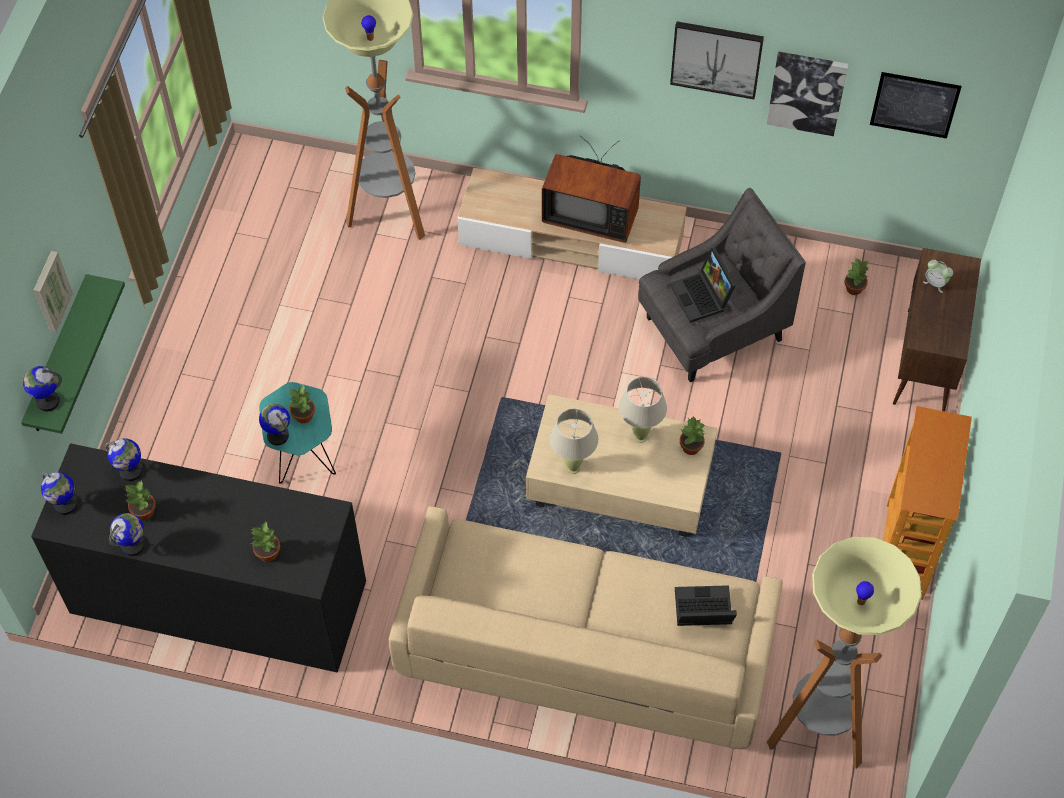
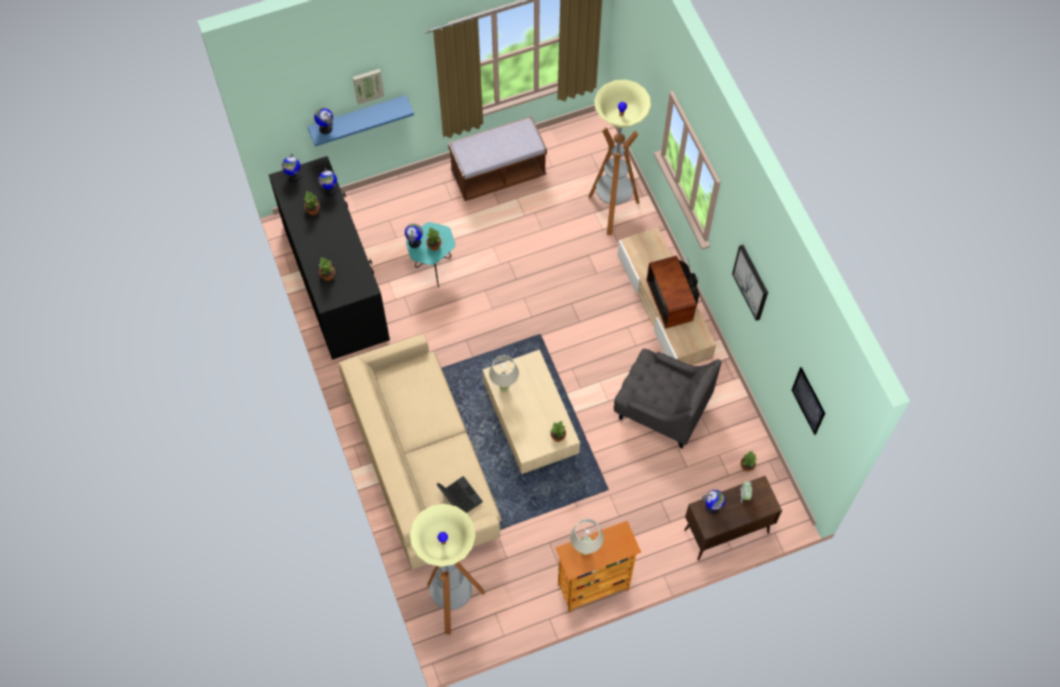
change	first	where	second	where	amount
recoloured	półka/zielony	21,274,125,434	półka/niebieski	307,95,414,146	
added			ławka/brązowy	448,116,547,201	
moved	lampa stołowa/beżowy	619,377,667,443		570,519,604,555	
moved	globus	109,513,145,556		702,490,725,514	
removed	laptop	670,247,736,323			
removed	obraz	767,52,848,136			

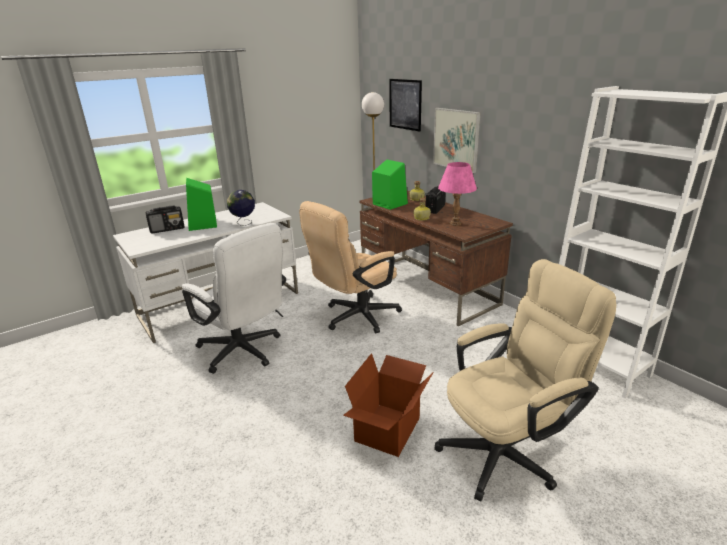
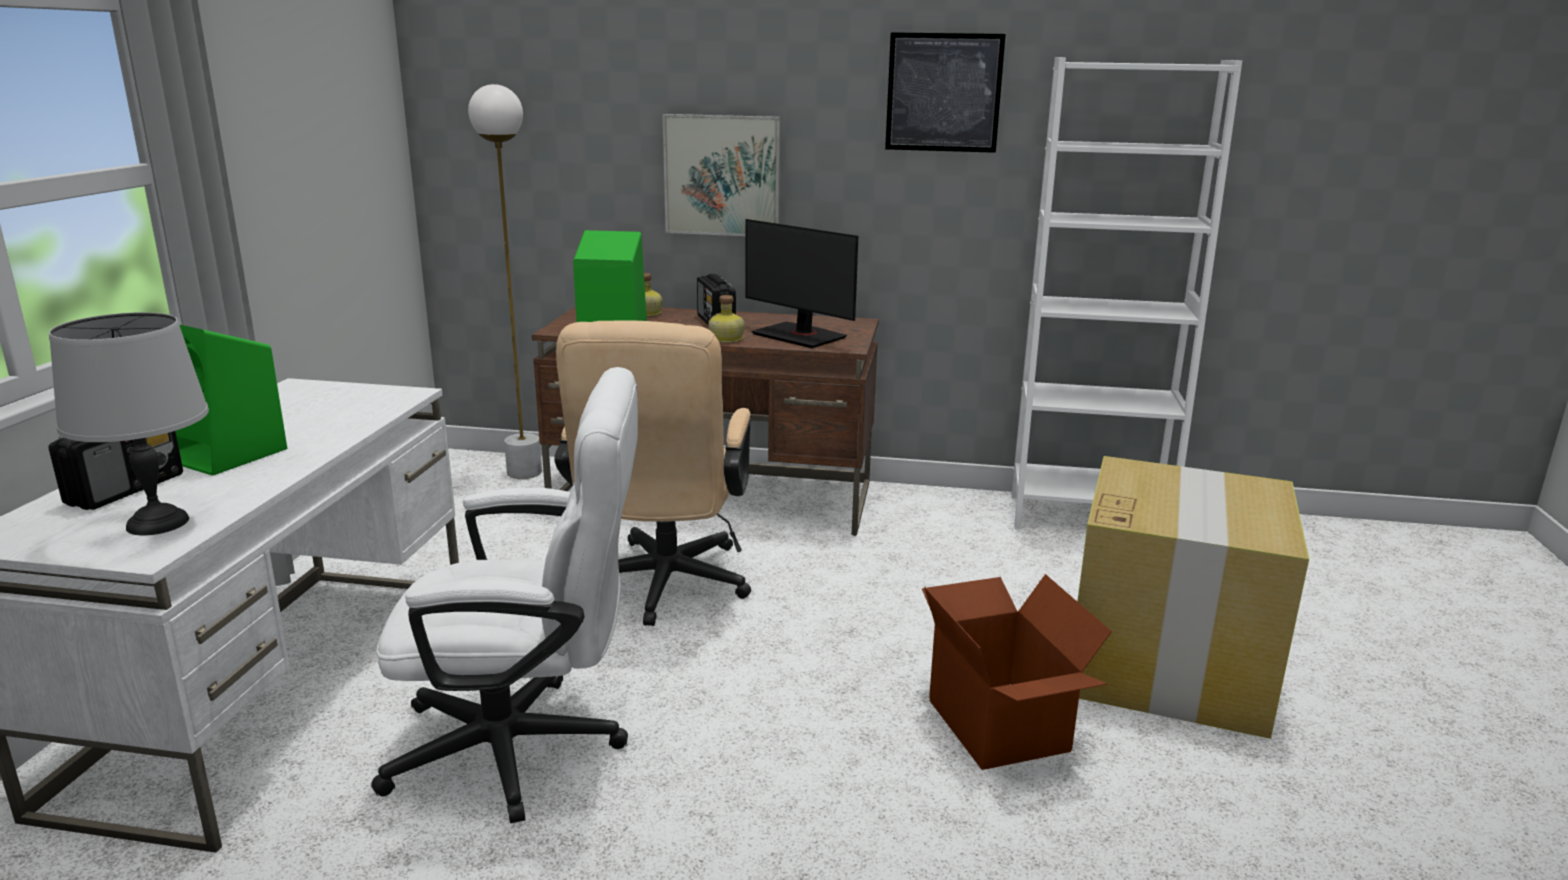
change	first	where	second	where	amount
added			lampa stołowa/szary	49,312,209,535	
replaced	lampa stołowa/różowy	438,162,477,226	monitor	745,219,858,348	
moved	obraz	389,79,422,132		885,32,1006,153	
replaced	krzesło biurowe/beżowy	434,259,616,501	karton	1077,456,1309,739	
removed	globus	227,190,255,226			

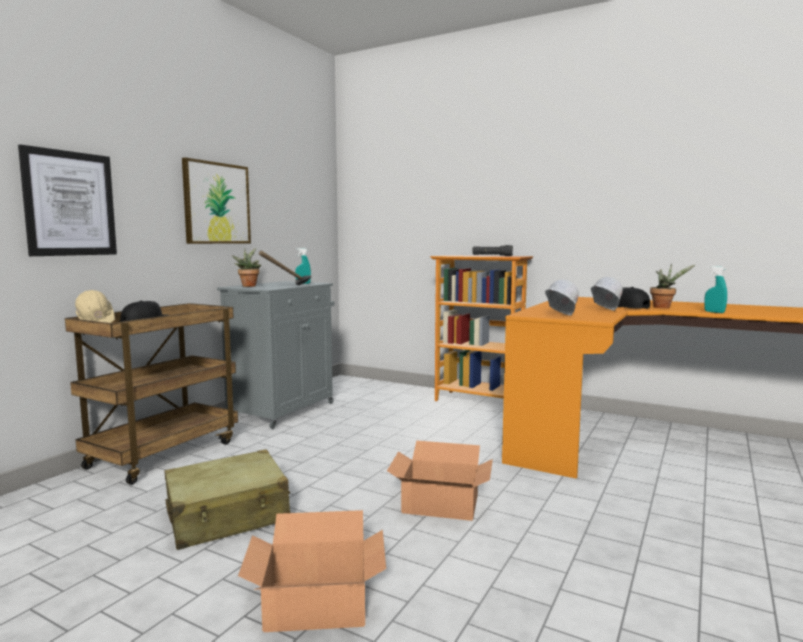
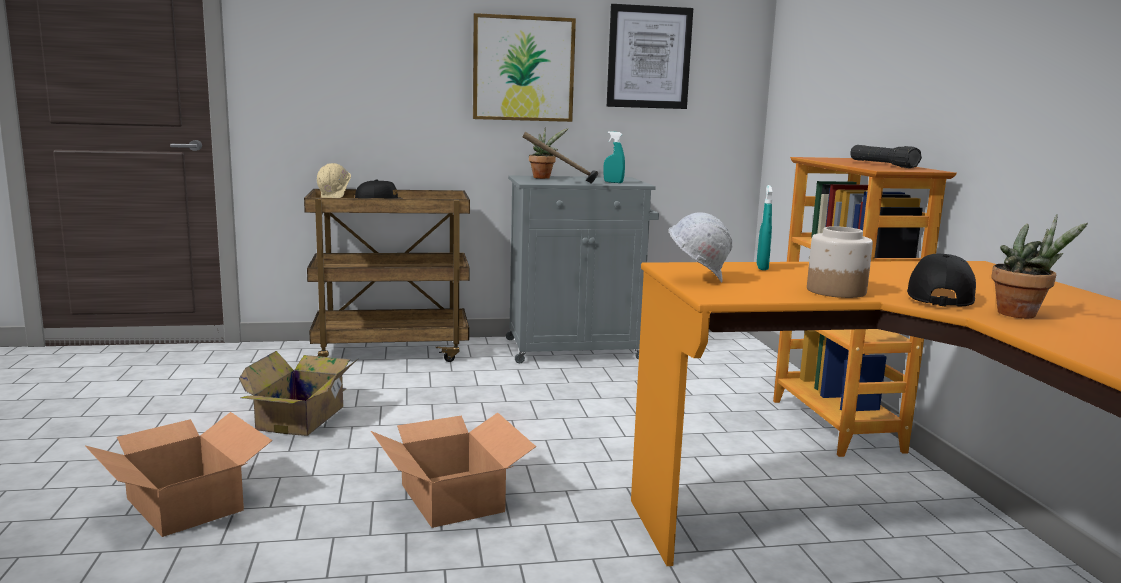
change	first	where	second	where	amount
replaced	walizka/beżowy	164,449,290,550	karton	239,351,359,436	
moved	obraz	18,144,117,256		607,4,693,109	
moved	spryskiwacz/turkusowy	704,266,727,313		757,185,773,270	
replaced	kask/biały	591,277,623,311	słoik	807,226,873,298	

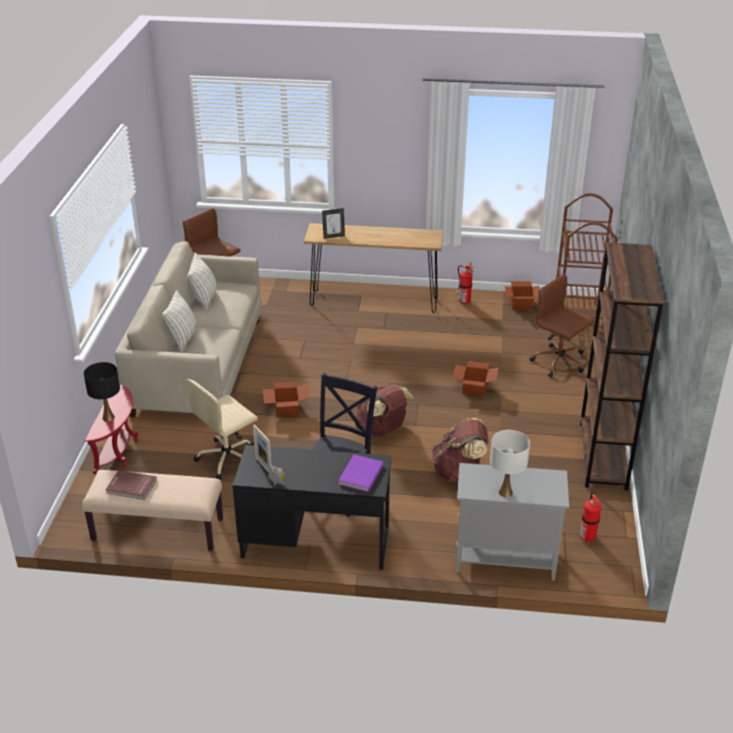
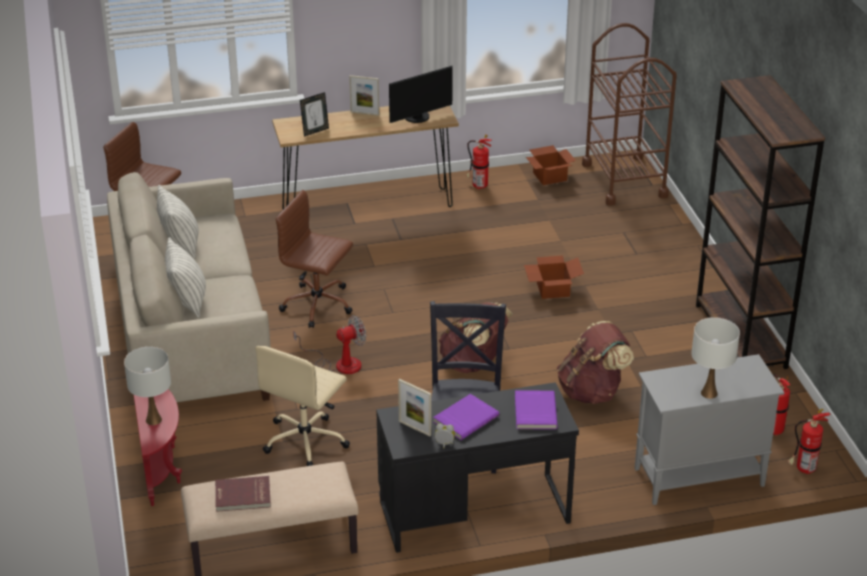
change	first	where	second	where	amount
recoloured	lampa stołowa/czarny	84,362,120,421	lampa stołowa/biały	124,347,171,425	
moved	krzesło biurowe/brązowy	530,274,594,377		276,190,353,328	
replaced	karton	263,381,309,417	wentylator	293,315,366,374	
added			ramka na zdjęcie	349,75,379,116	
added			monitor	389,66,453,123	
added			książka/fioletowy	433,394,499,440	
added			gaśnica	788,409,830,474	

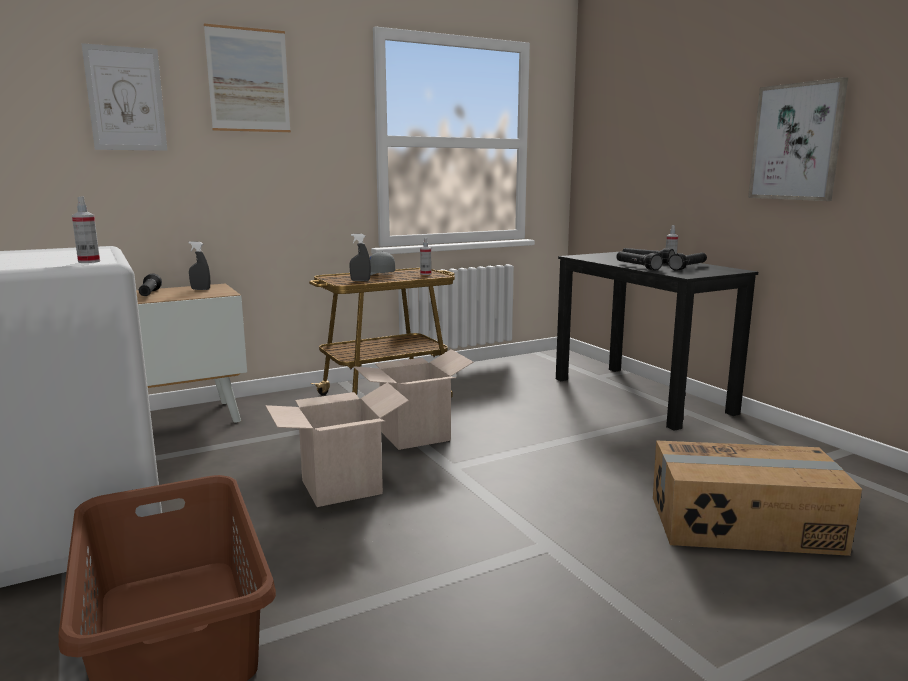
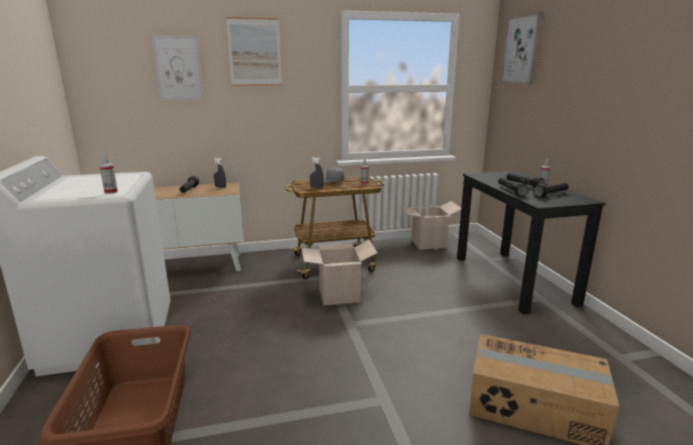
change	first	where	second	where	amount
moved	karton	265,382,409,507		401,201,461,250	
moved	obraz	748,77,848,201		501,12,543,85	

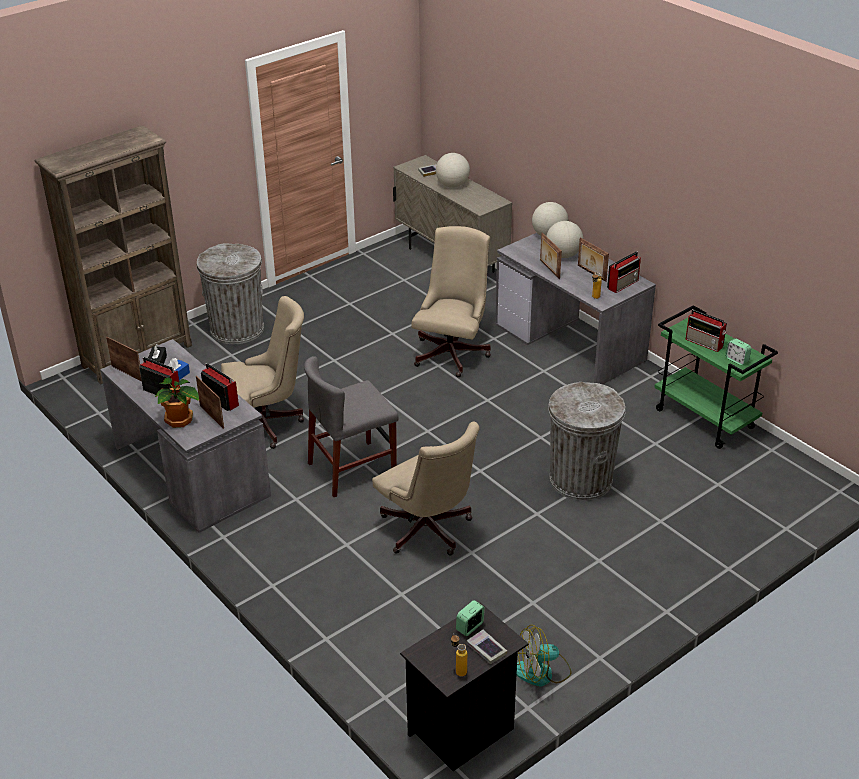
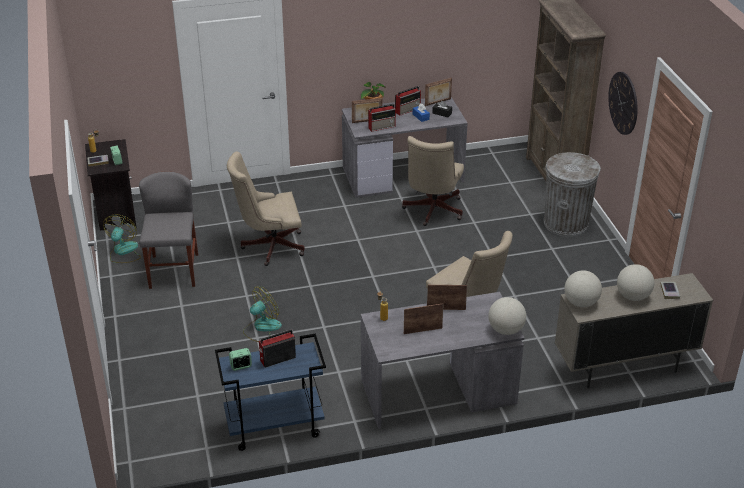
change	first	where	second	where	amount
moved	krzesło/szary	304,356,399,497		139,172,198,289	
recoloured	wózek/zielony	654,305,778,449	wózek/niebieski	215,334,326,451	
replaced	kosz na śmieci/szary	548,382,626,501	wentylator	243,286,282,342	
moved	globus	547,221,583,258		564,270,602,307	
added			zegar ścienny	608,72,638,135	
removed	radio	607,252,641,293			

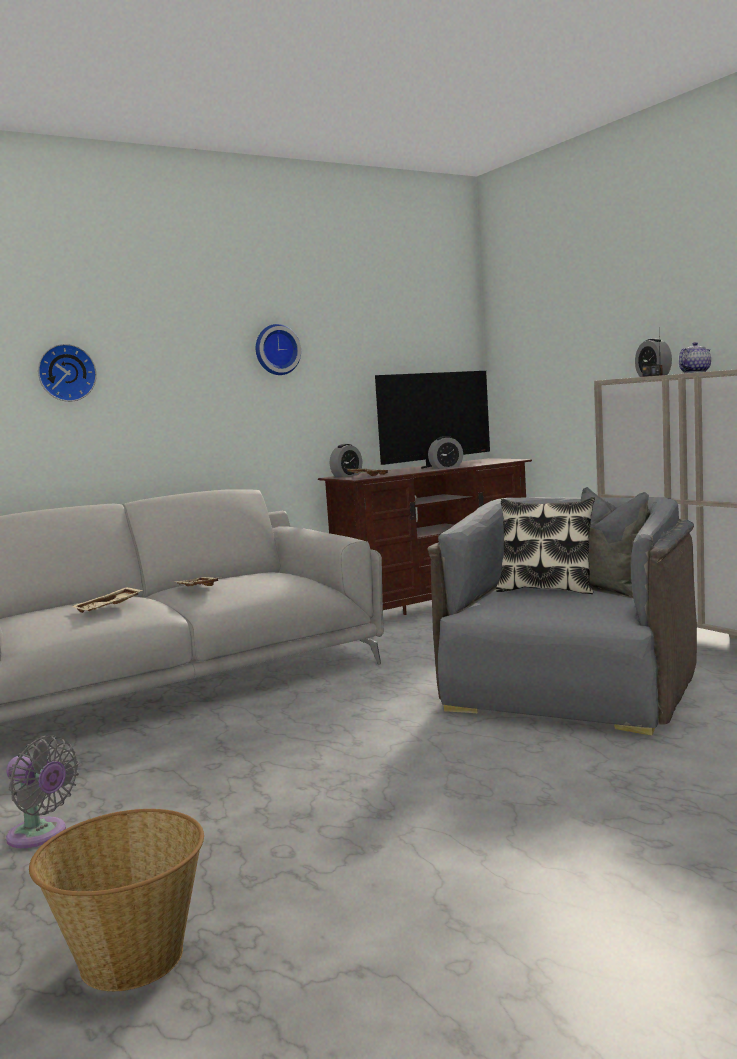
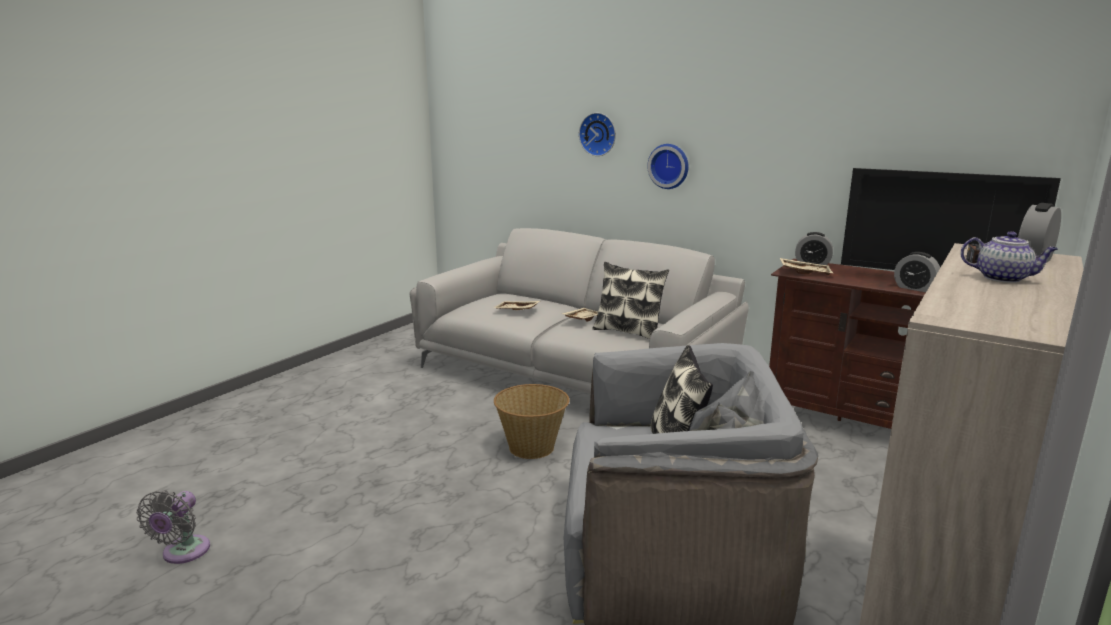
change	first	where	second	where	amount
moved	wentylator/szary	6,736,79,848		136,490,210,564	
moved	koszyk	29,809,204,991		494,384,570,459	
added			poduszka	592,262,669,339	
moved	zegar ścienny	256,324,301,375		647,144,689,189	

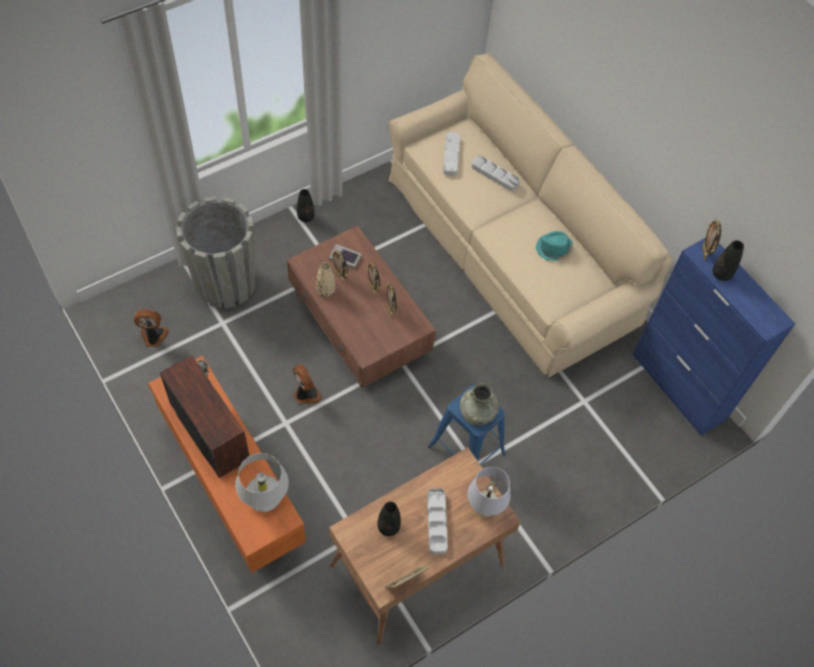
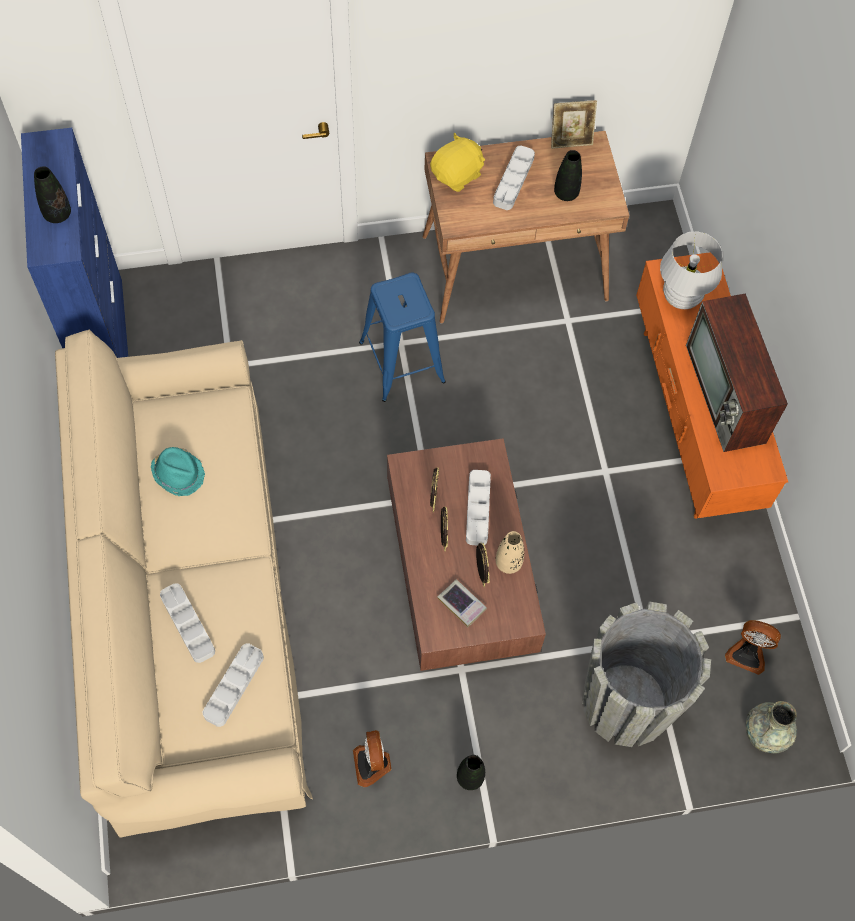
change	first	where	second	where	amount
moved	wentylator	293,364,322,404		353,730,391,787	
replaced	lampa stołowa/biały	467,467,510,517	pluszak/żółty	430,133,485,192	
added			taca/szary	466,470,491,545	
moved	wazon/szary	460,384,499,426		746,701,797,753	
removed	ramka na zdjęcie	702,219,721,261			

